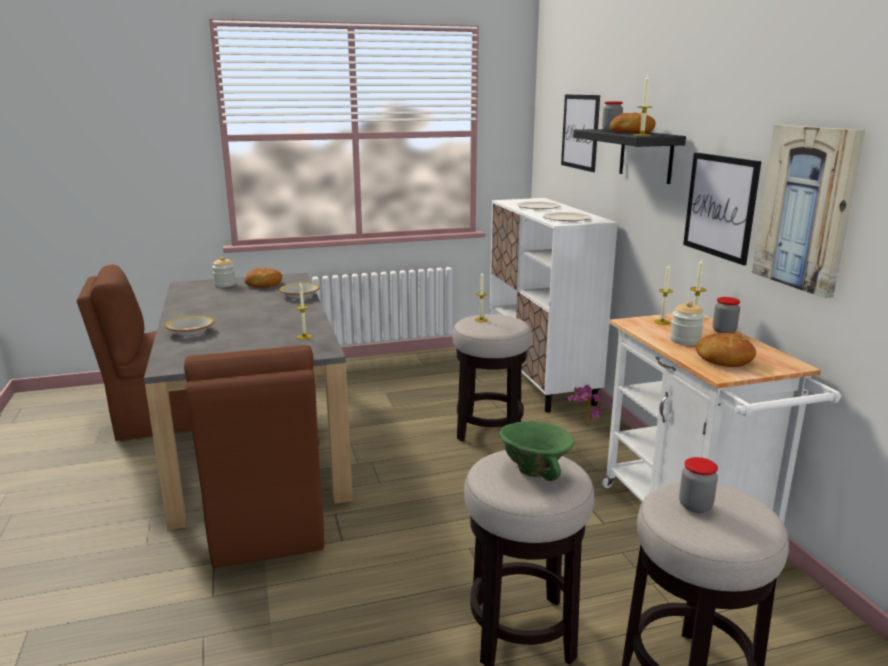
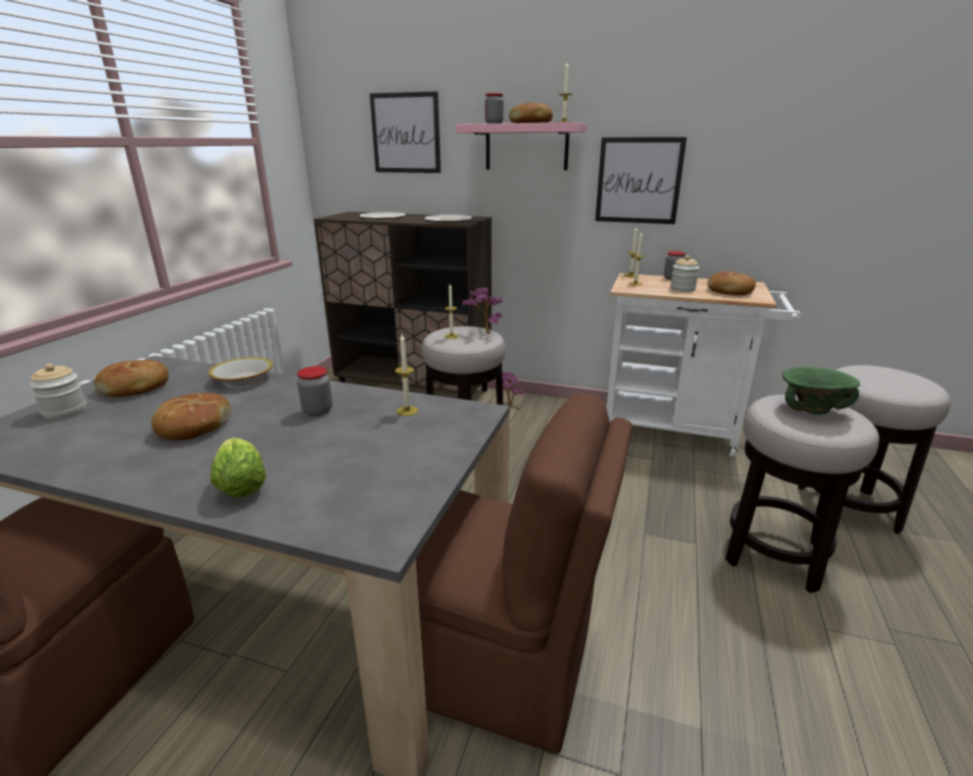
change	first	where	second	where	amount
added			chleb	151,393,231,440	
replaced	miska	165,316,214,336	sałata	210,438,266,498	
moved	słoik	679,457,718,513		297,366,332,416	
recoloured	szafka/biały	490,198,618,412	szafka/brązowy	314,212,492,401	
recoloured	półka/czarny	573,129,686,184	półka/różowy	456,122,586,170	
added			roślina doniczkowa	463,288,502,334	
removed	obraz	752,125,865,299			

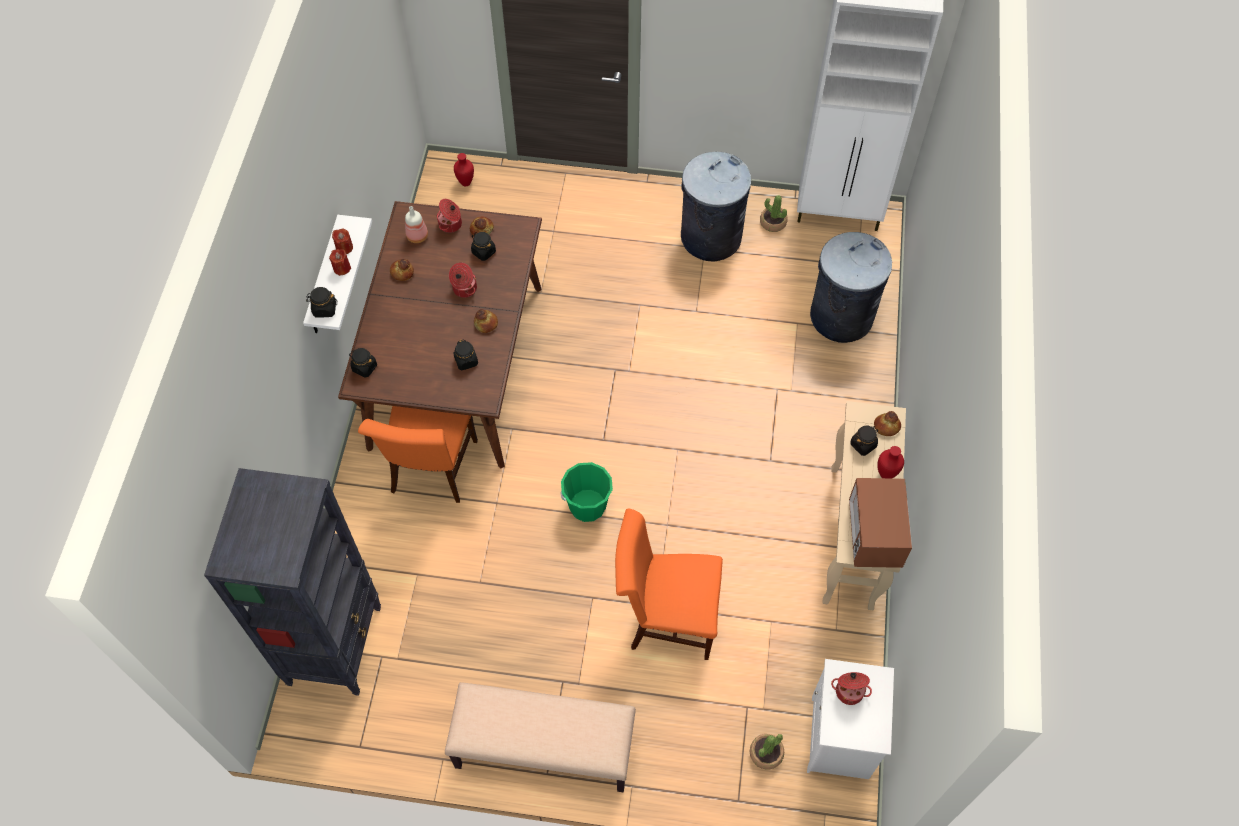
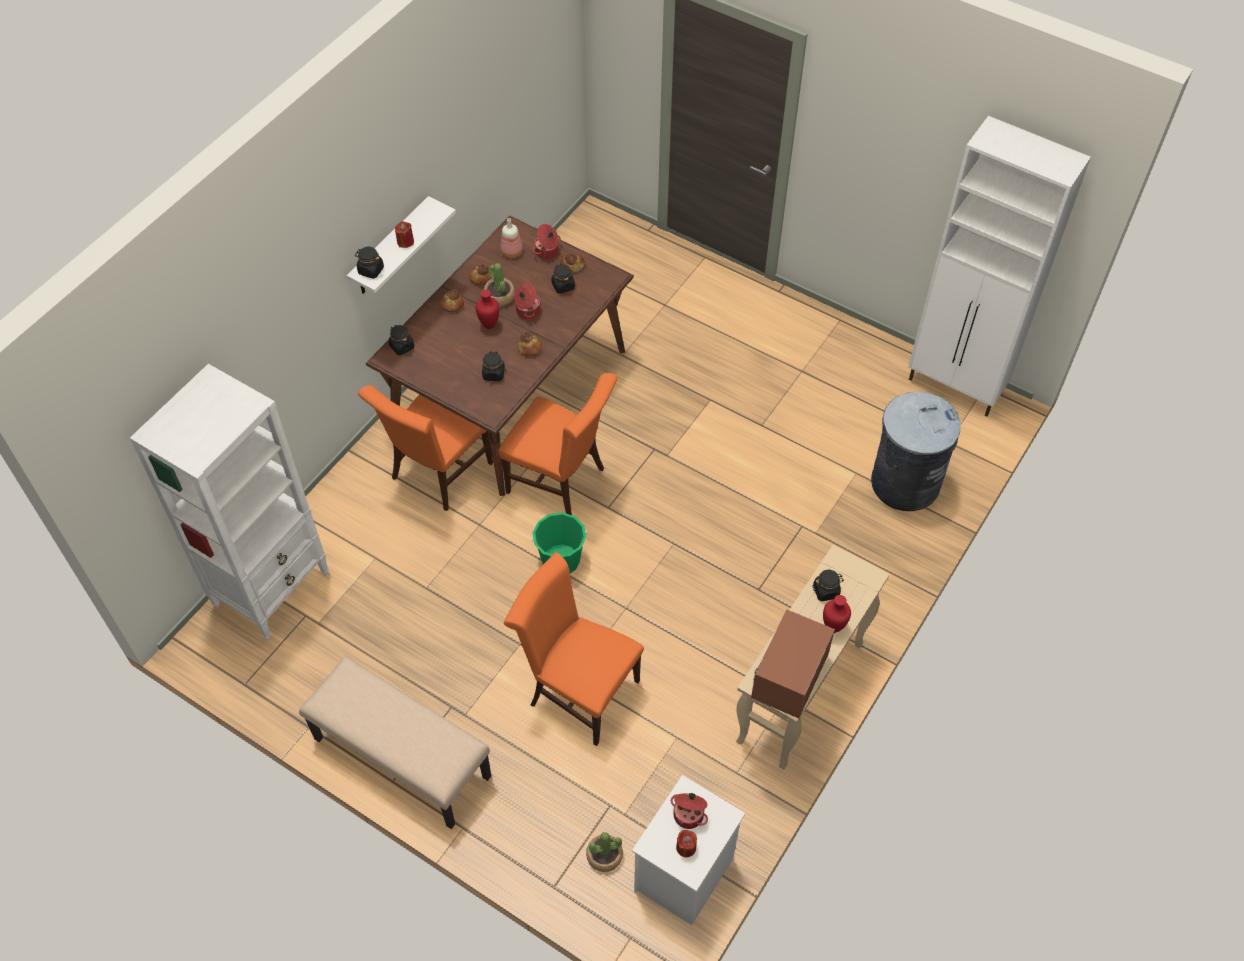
change	first	where	second	where	amount
recoloured	regał/czarny	204,468,381,696	regał/biały	130,364,329,640	
moved	chleb	874,411,901,436		439,289,464,312	
moved	wazon/czerwony	454,153,474,186		476,289,499,329	
moved	roślina doniczkowa	760,195,787,232		484,263,515,307	
added			krzesło/pomarańczowy	498,373,618,515	
moved	świeca/czerwony	332,228,353,254		676,830,697,857	
removed	kosz na śmieci/szary	681,152,751,261			

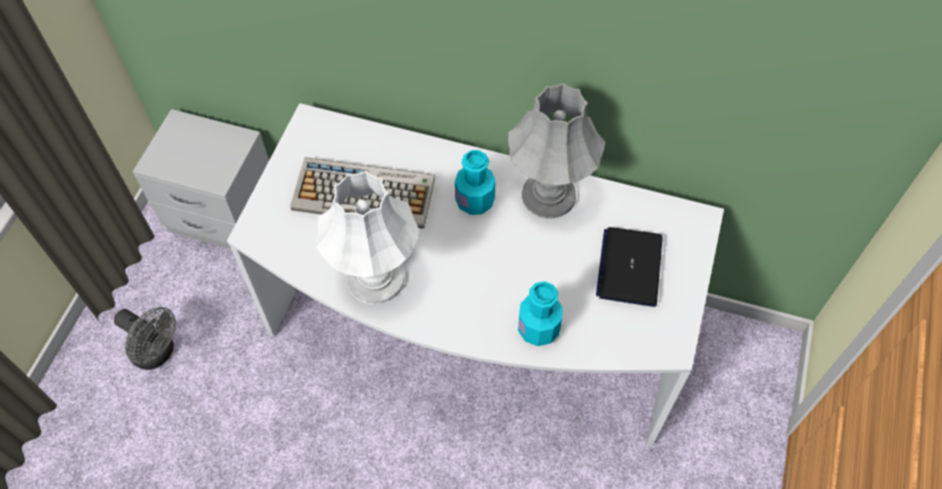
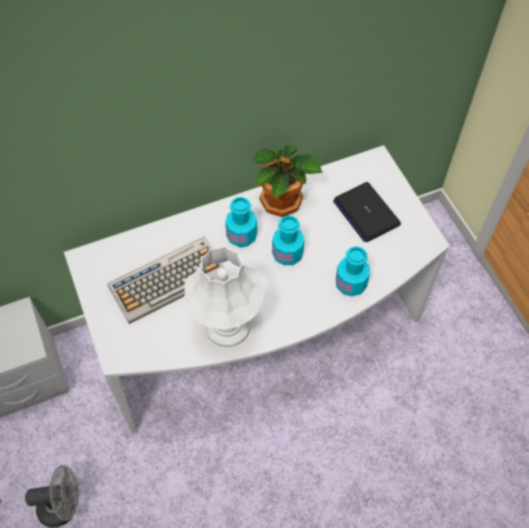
change	first	where	second	where	amount
replaced	lampa stołowa/szary	508,83,605,218	roślina doniczkowa	253,145,323,217	
added			butelka/turkusowy	272,216,305,265	

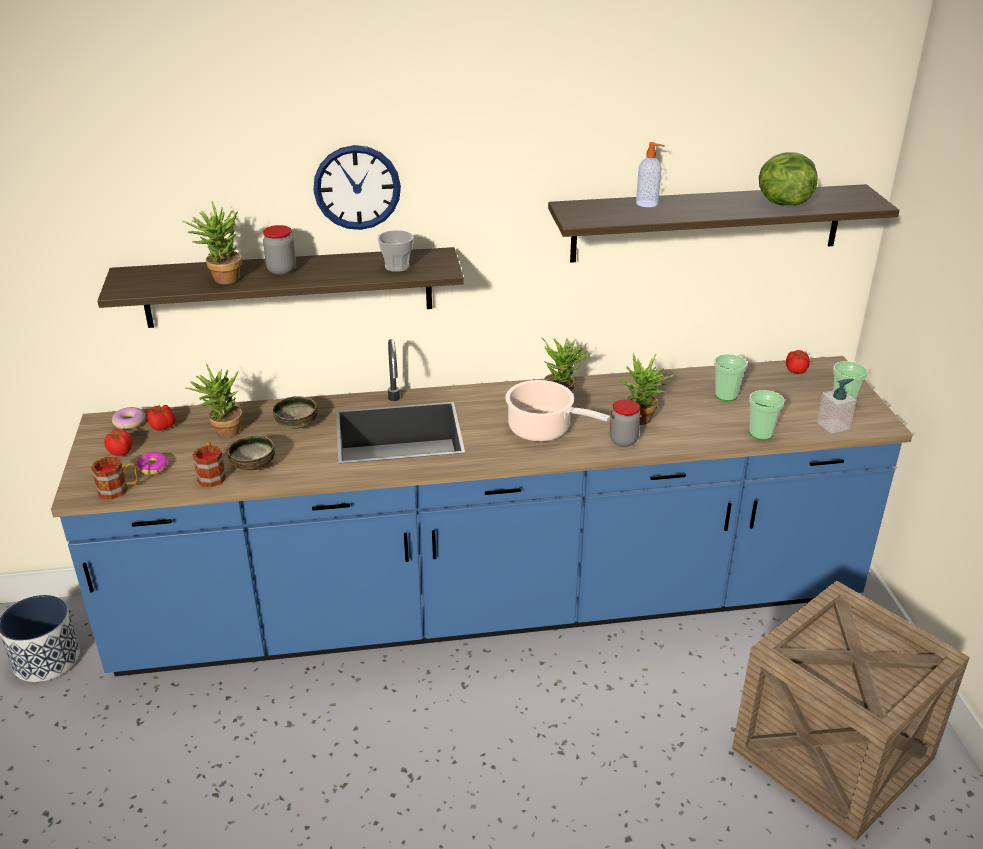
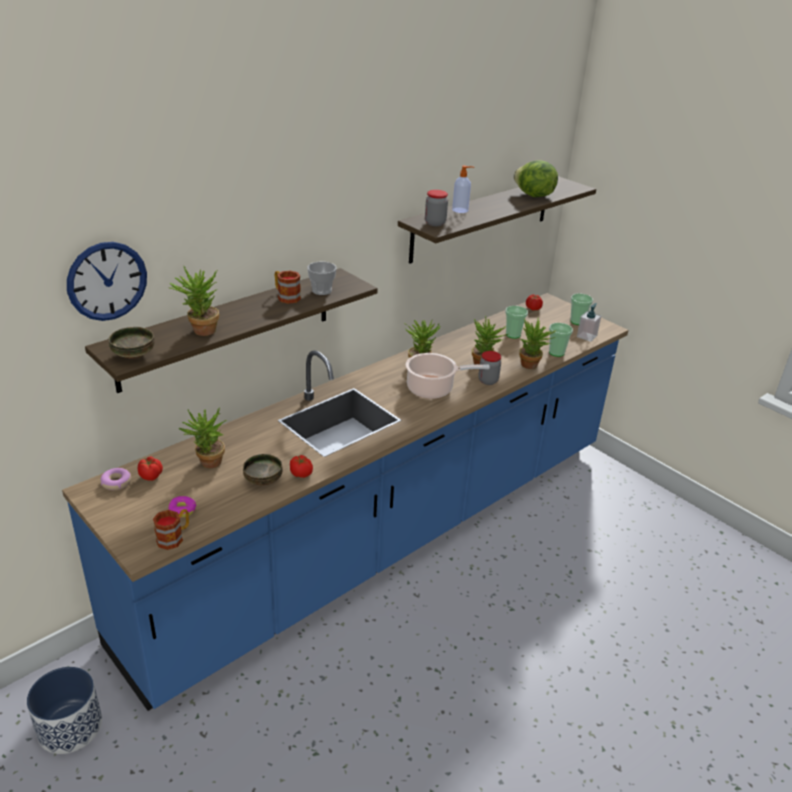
change	first	where	second	where	amount
moved	zegar ścienny	314,145,401,230		67,242,147,321	
moved	miska	273,396,317,429		109,326,154,359	
moved	kubek	193,442,226,487		275,271,301,304	
moved	pomidor	104,429,133,456		290,455,313,478	
moved	słoik	263,225,296,275		425,190,448,226	
added			roślina doniczkowa	519,317,557,369	
removed	skrzynka	732,580,970,841			

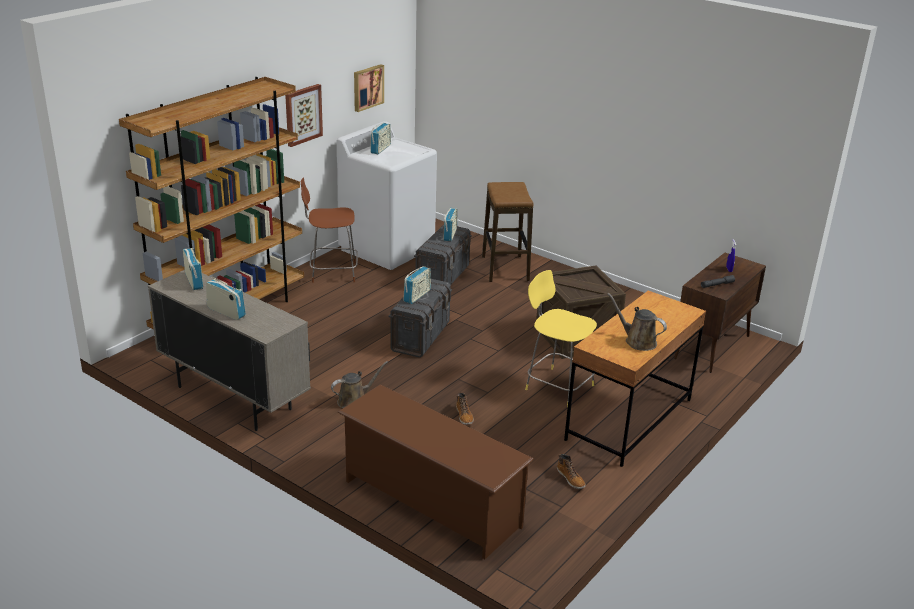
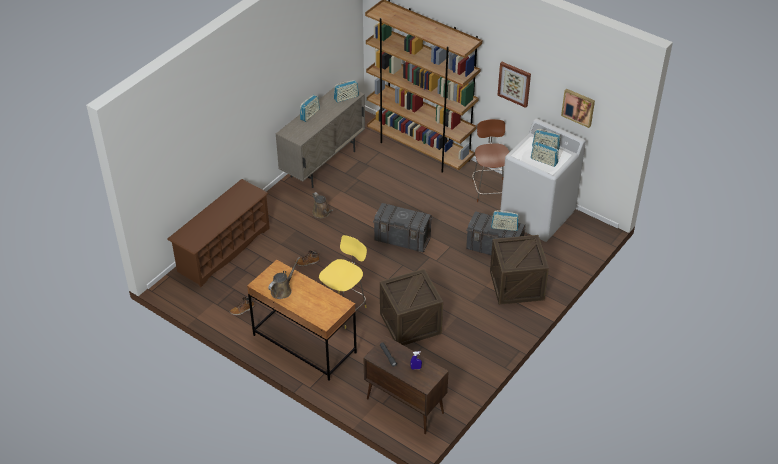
change	first	where	second	where	amount
replaced	stołek	482,182,534,282	skrzynka	490,235,549,305	
moved	radio	403,266,431,304		531,141,559,167	

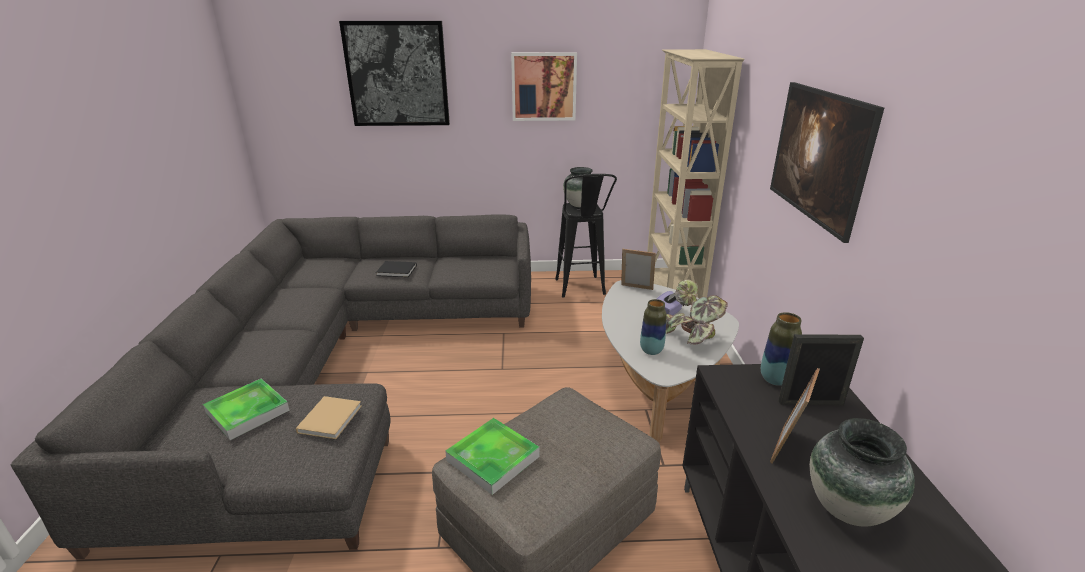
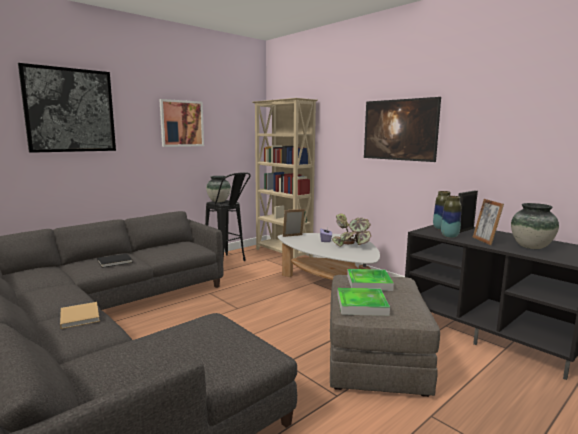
change	first	where	second	where	amount
moved	książka/beżowy	296,396,362,439		60,302,100,329	
moved	taca	203,379,290,440		347,269,394,291	
moved	wazon	640,299,667,355		441,196,461,238	

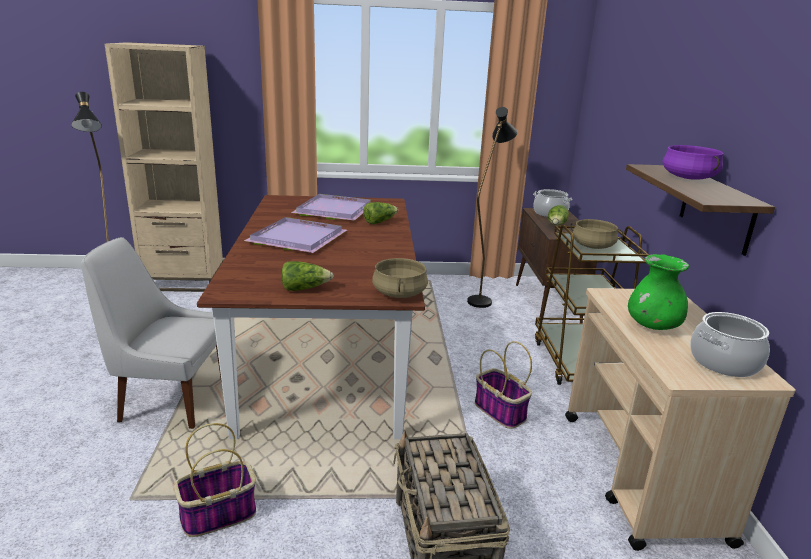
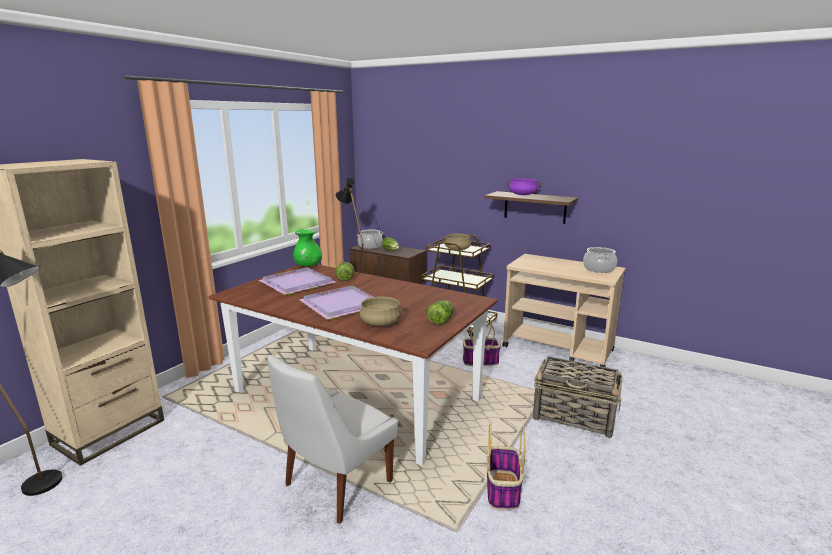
change	first	where	second	where	amount
moved	wazon/zielony	628,254,689,330		293,229,322,267	
moved	garnek/beżowy	372,258,428,298		360,297,402,326	

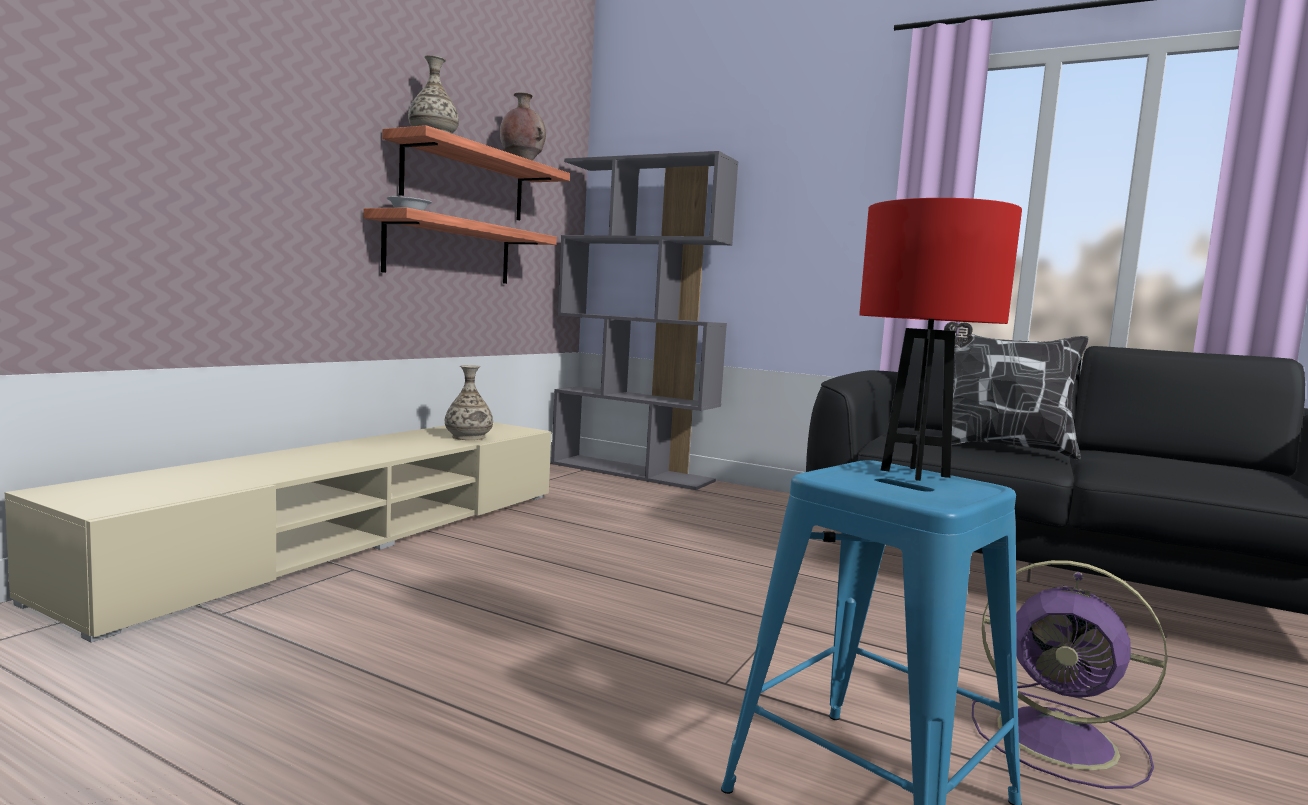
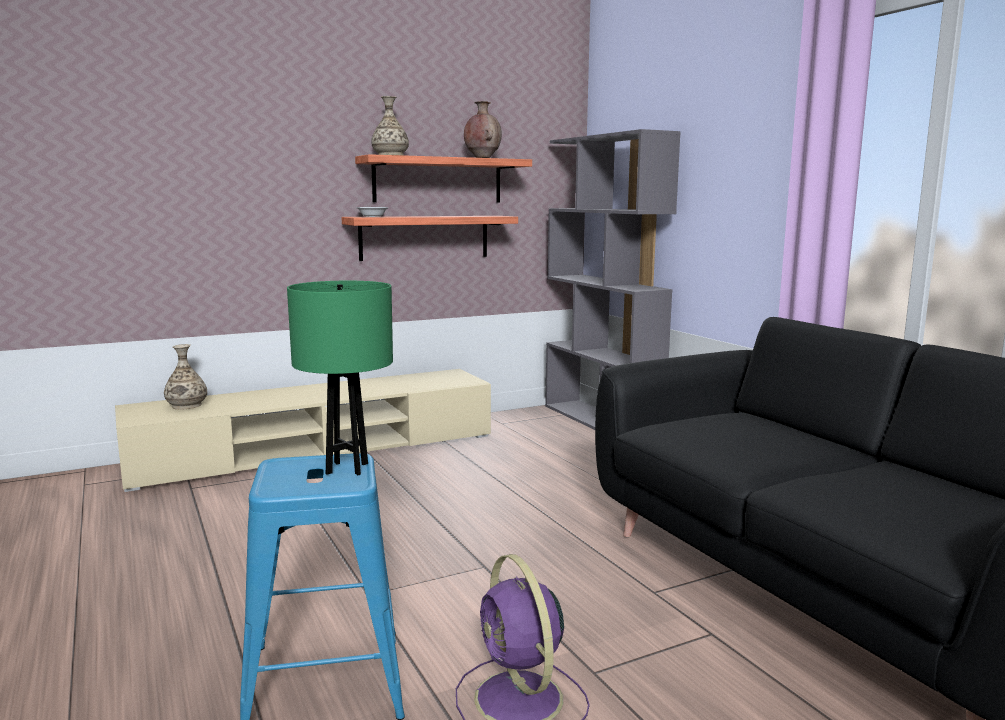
change	first	where	second	where	amount
moved	wazon	445,365,493,440		164,344,207,410	
recoloured	lampa stołowa/czerwony	859,198,1022,481	lampa stołowa/zielony	287,281,393,475	
removed	poduszka	943,322,1088,460			

